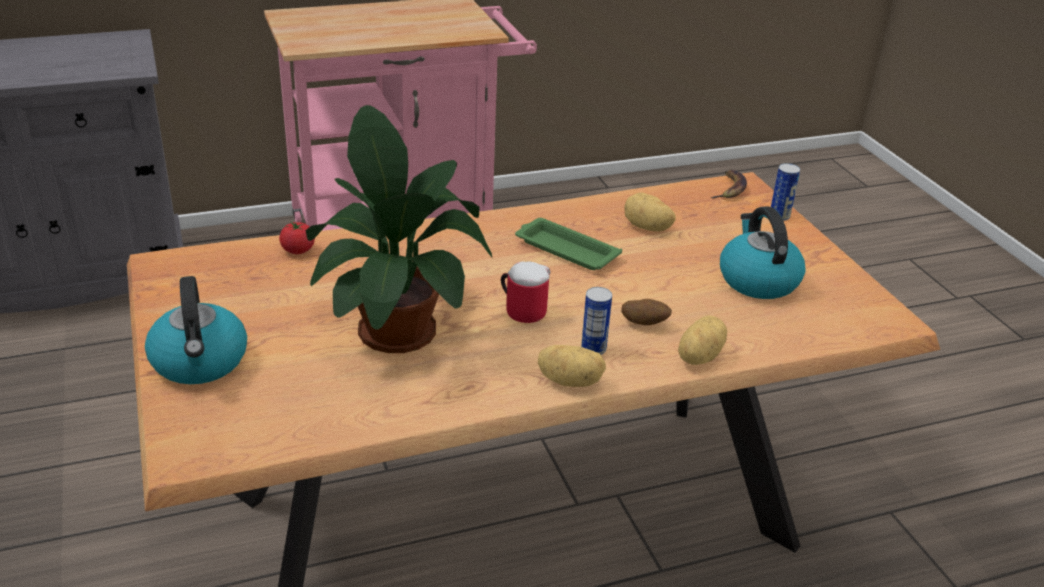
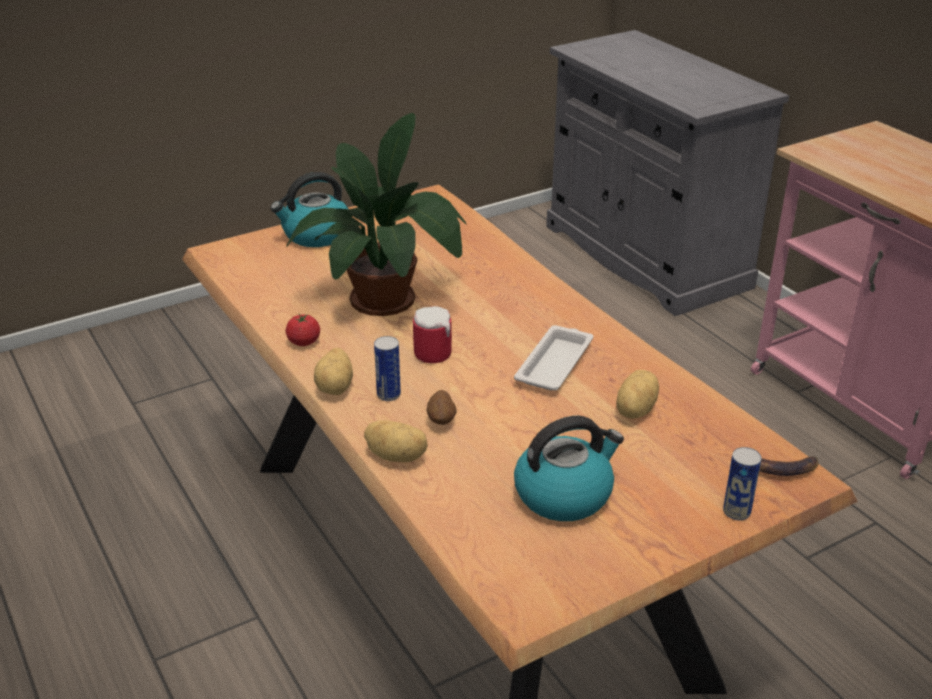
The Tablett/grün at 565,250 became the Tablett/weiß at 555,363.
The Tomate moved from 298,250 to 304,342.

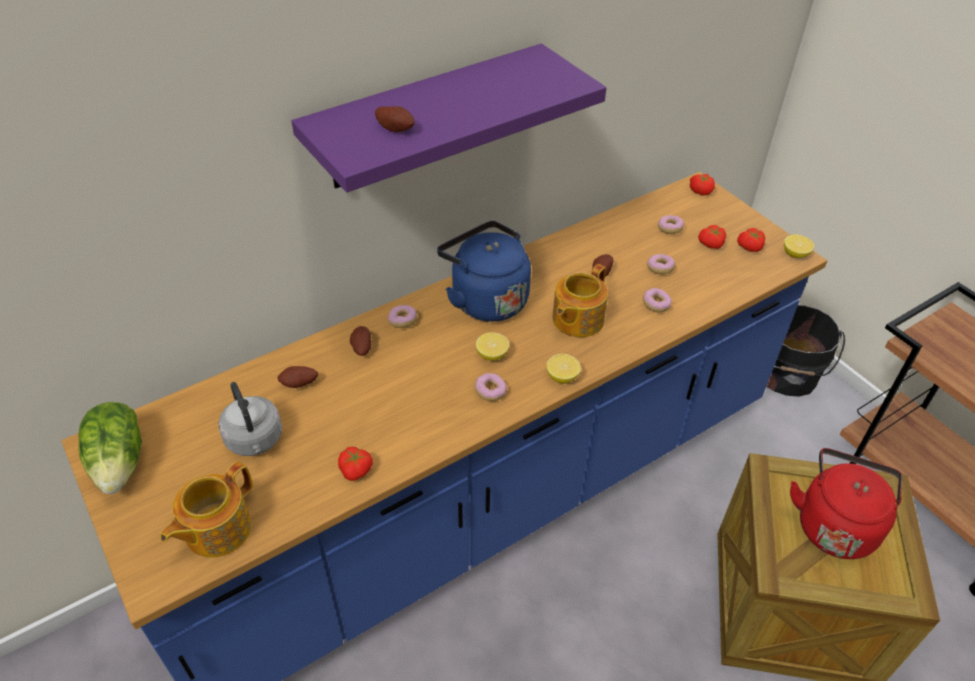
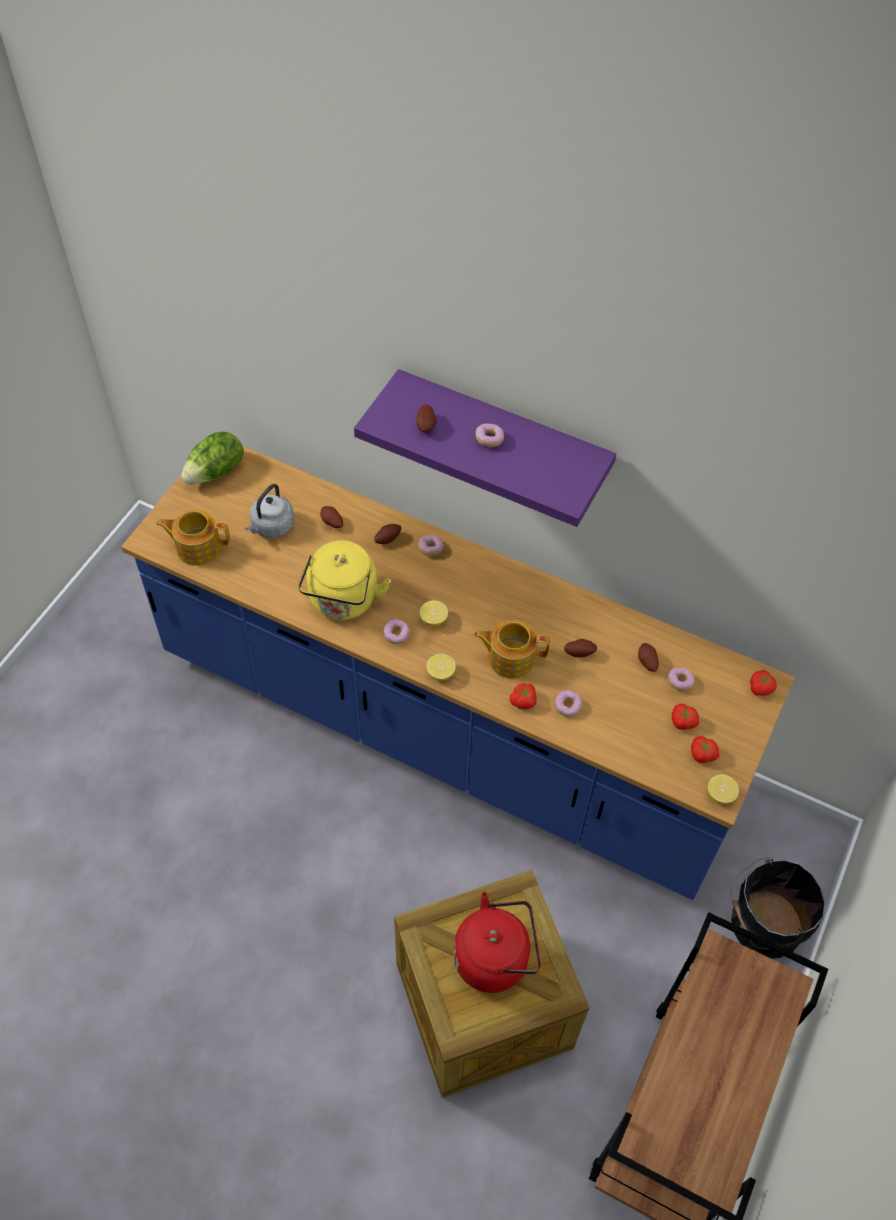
The Wasserkessel/blau at 485,299 disappeared.
The Donut moved from 660,269 to 489,439.
The Tomate moved from 356,469 to 523,701.
The Wasserkessel/gelb at 343,602 appeared.
The Kartoffel at 646,662 appeared.

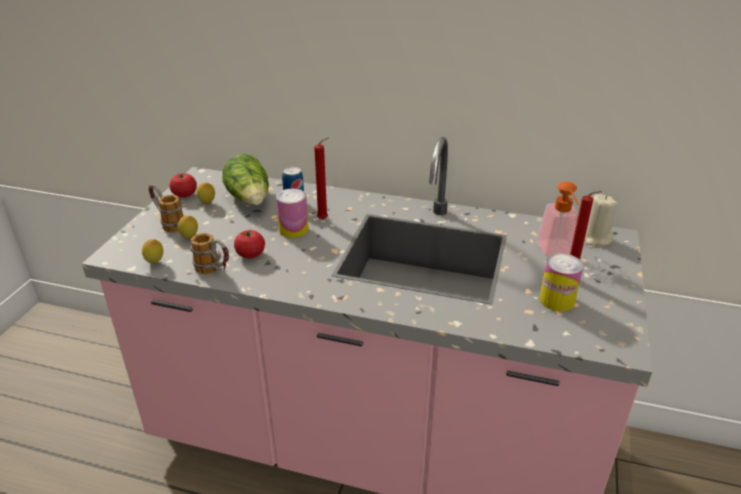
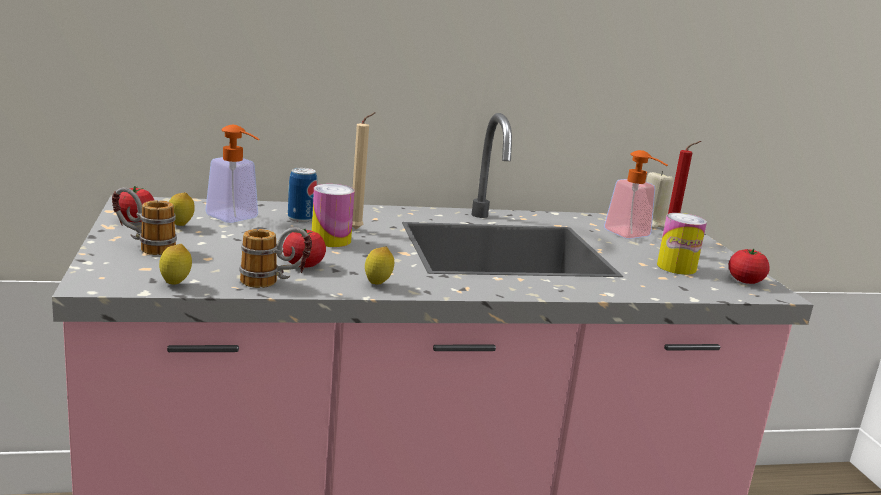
The Kerze/rot at 324,219 became the Kerze/beige at 358,229.
The Salatkopf at 250,199 was replaced by the Seifenspender at 237,219.
The Zitrone moved from 190,238 to 378,284.
The Tomate at 745,281 appeared.

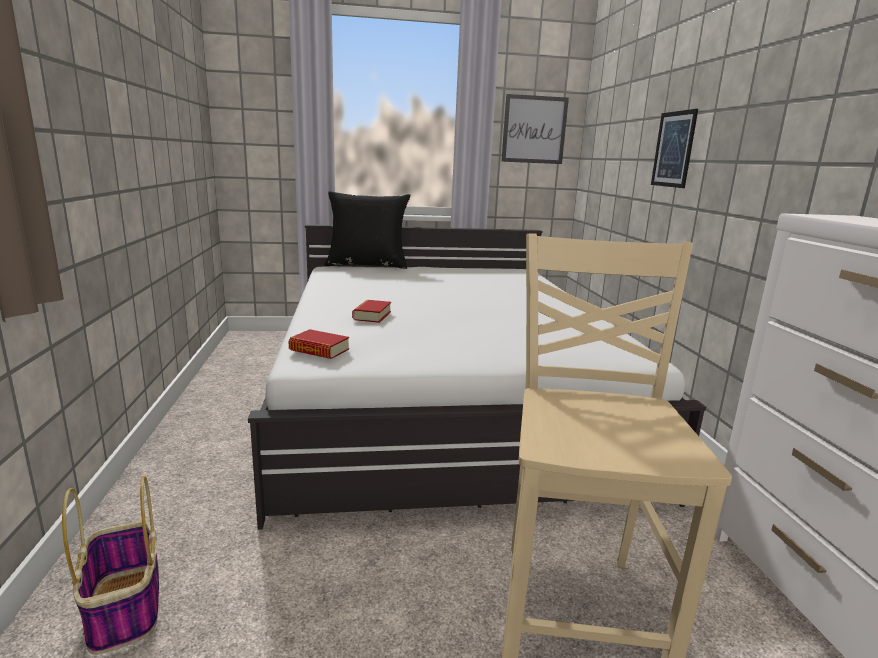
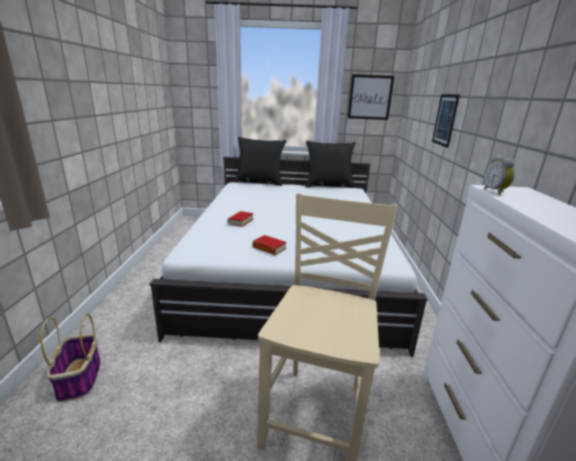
The Buch moved from 319,350 to 269,248.
The Kissen/schwarz at 328,185 appeared.
The Wecker at 495,192 appeared.

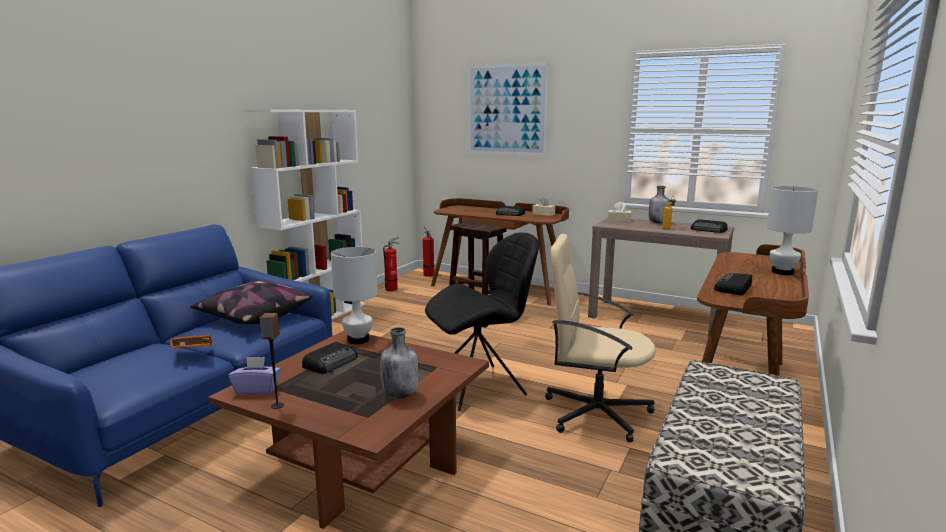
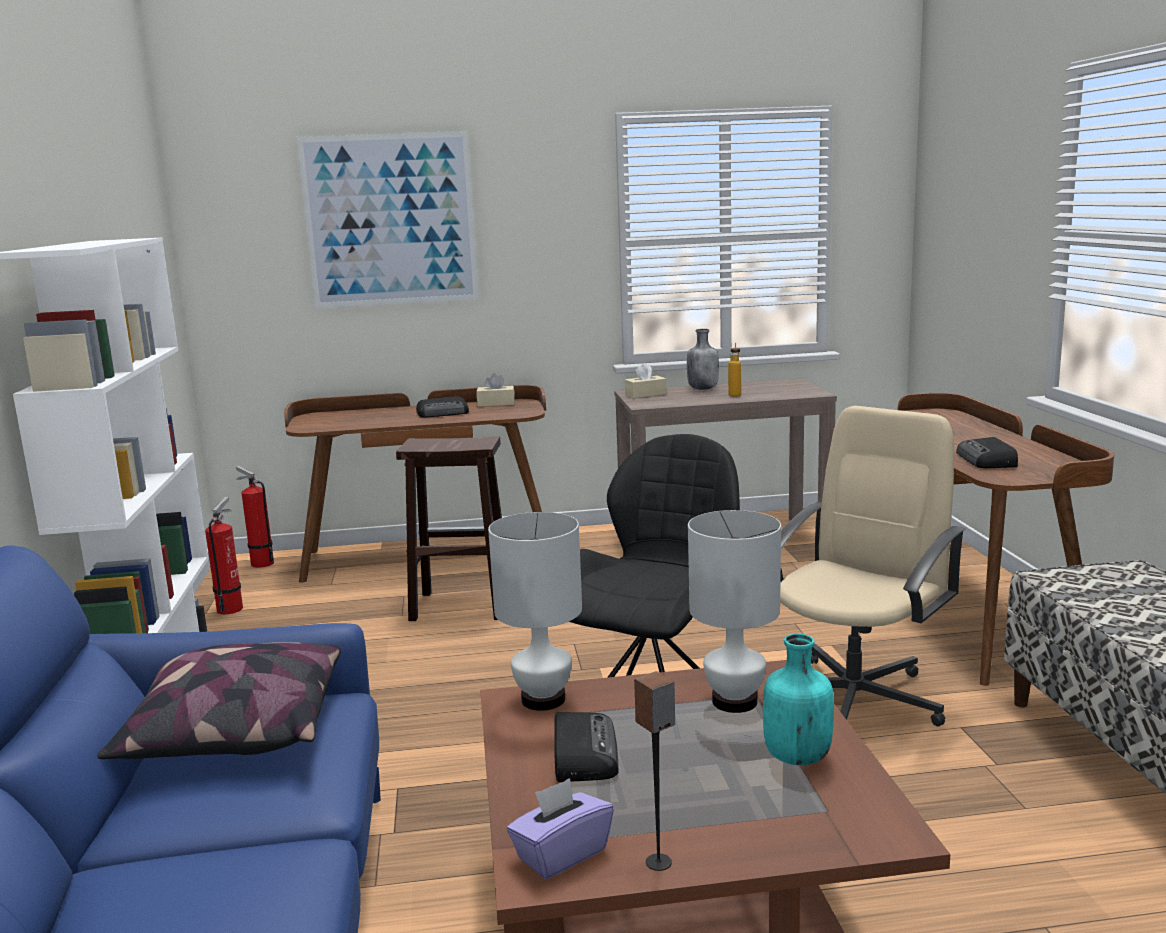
The Tischlampe/weiß moved from 782,272 to 735,702.
The Radio at 709,230 disappeared.
The Bürostuhl/beige at 595,413 turned 150 degrees clockwise.
The Flasche/grau at 400,394 became the Flasche/türkis at 796,757.
The Buch/orange at 193,355 disappeared.

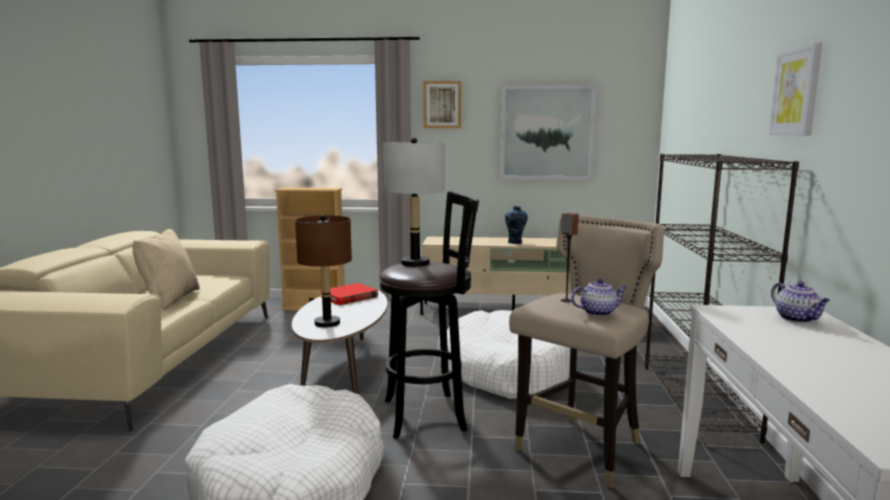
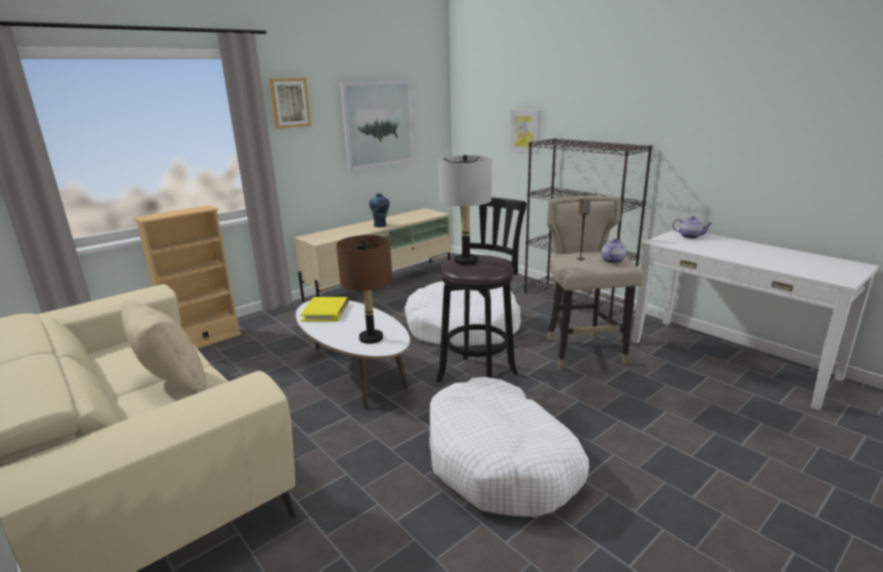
The Bild moved from 796,92 to 525,131.
The Buch/rot at 349,297 became the Buch/gelb at 326,312.

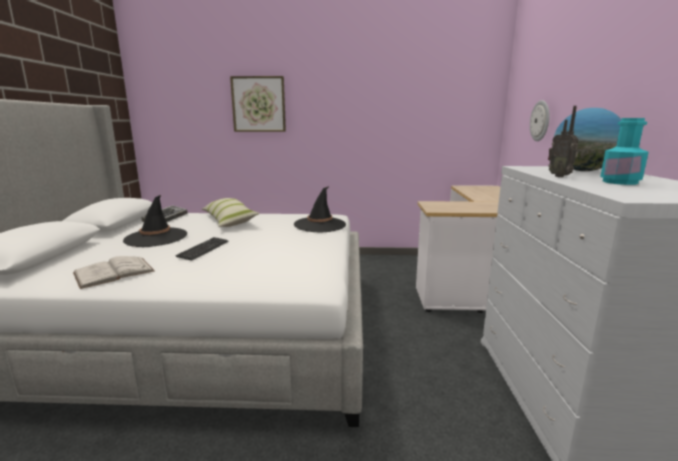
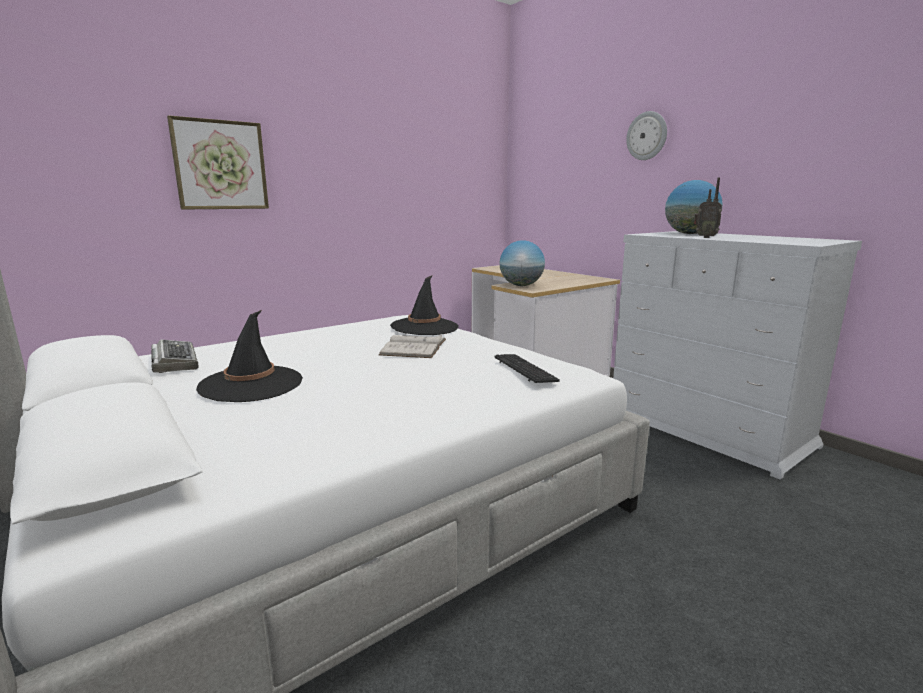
The Wanduhr moved from 540,121 to 647,136.
The Flasche/türkis at 620,182 disappeared.
The Kissen at 229,220 disappeared.
The Tastatur moved from 203,249 to 524,370.
The Buch/weiß moved from 114,272 to 414,347.
The Globus at 521,285 appeared.

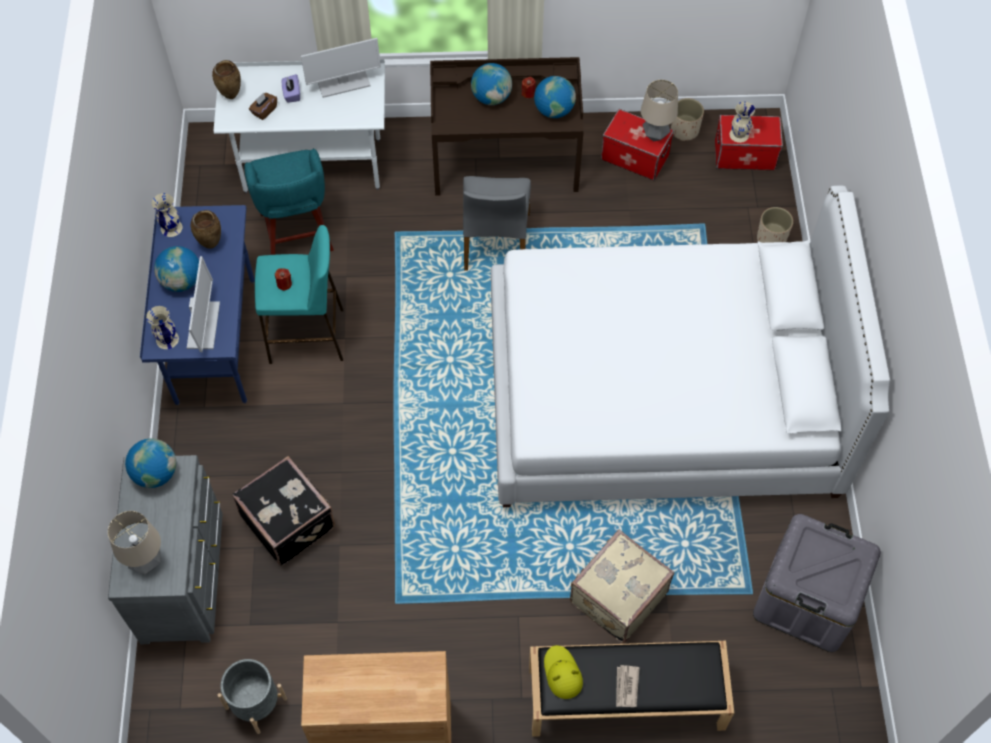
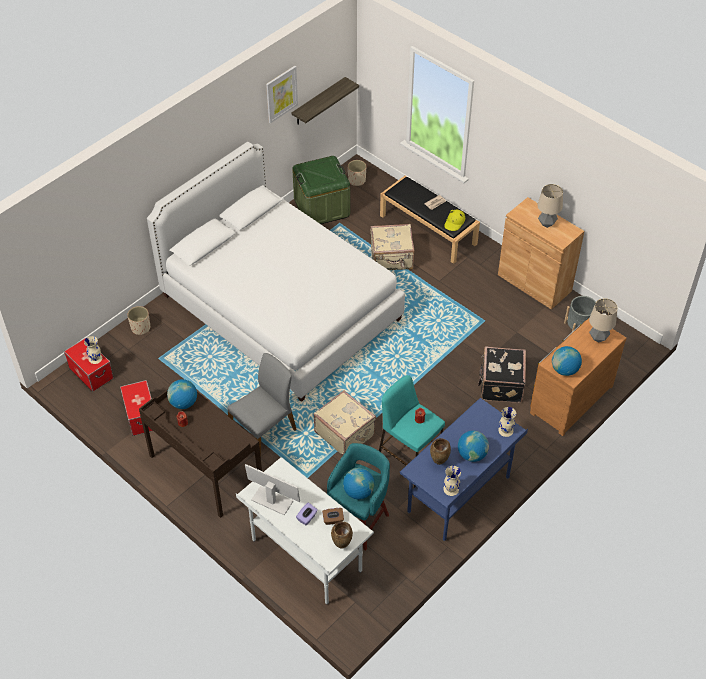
The Globus moved from 491,97 to 358,492.
The Tischlampe moved from 655,135 to 546,223.
The Pflanzkübel/beige moved from 684,130 to 357,180.
The Monitor at 204,326 disappeared.
The Kommode/grau at 185,574 became the Kommode/braun at 569,398.
The Aufbewahrungsbox/grau at 807,599 became the Aufbewahrungsbox/grün at 321,207.
The Bild at 281,94 appeared.
The Wandregal at 318,102 appeared.
The Koffer/beige at 345,433 appeared.

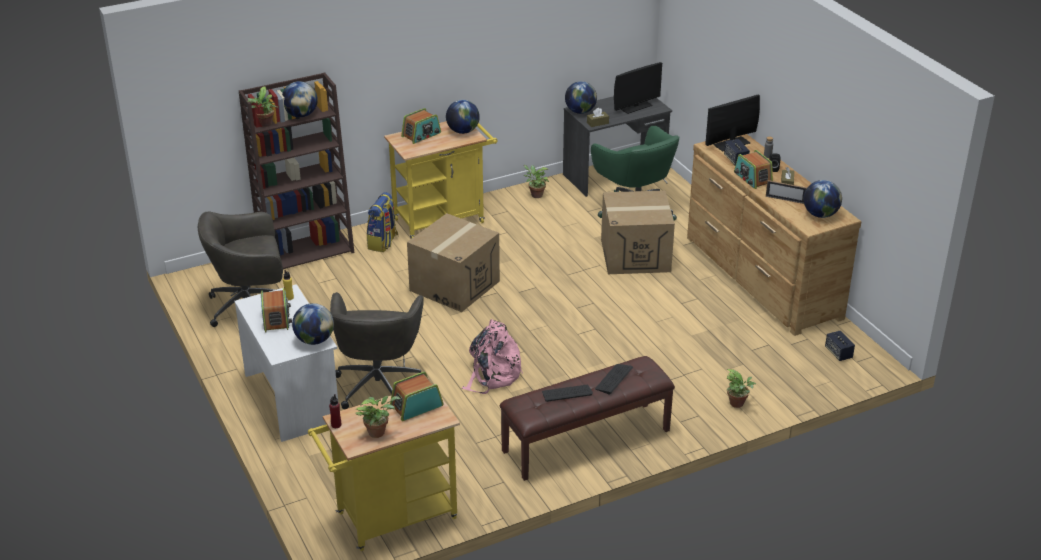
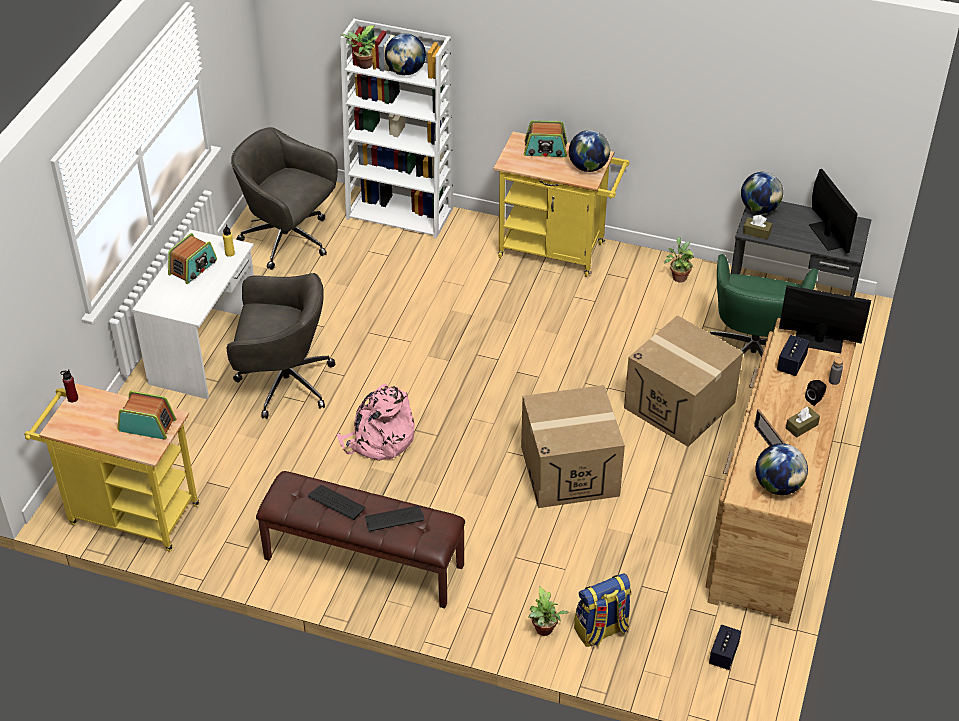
The Monitor at 635,106 turned 120 degrees counterclockwise.
The Bücherregal/braun at 307,251 became the Bücherregal/weiß at 401,213.
The Radio at 752,178 disappeared.
The Rucksack moved from 383,243 to 601,630.
The Karton moved from 454,285 to 570,471.
The Bürostuhl/grau at 379,384 turned 135 degrees counterclockwise.
The Globus at 314,340 disappeared.
The Topfpflanze at 378,431 disappeared.

